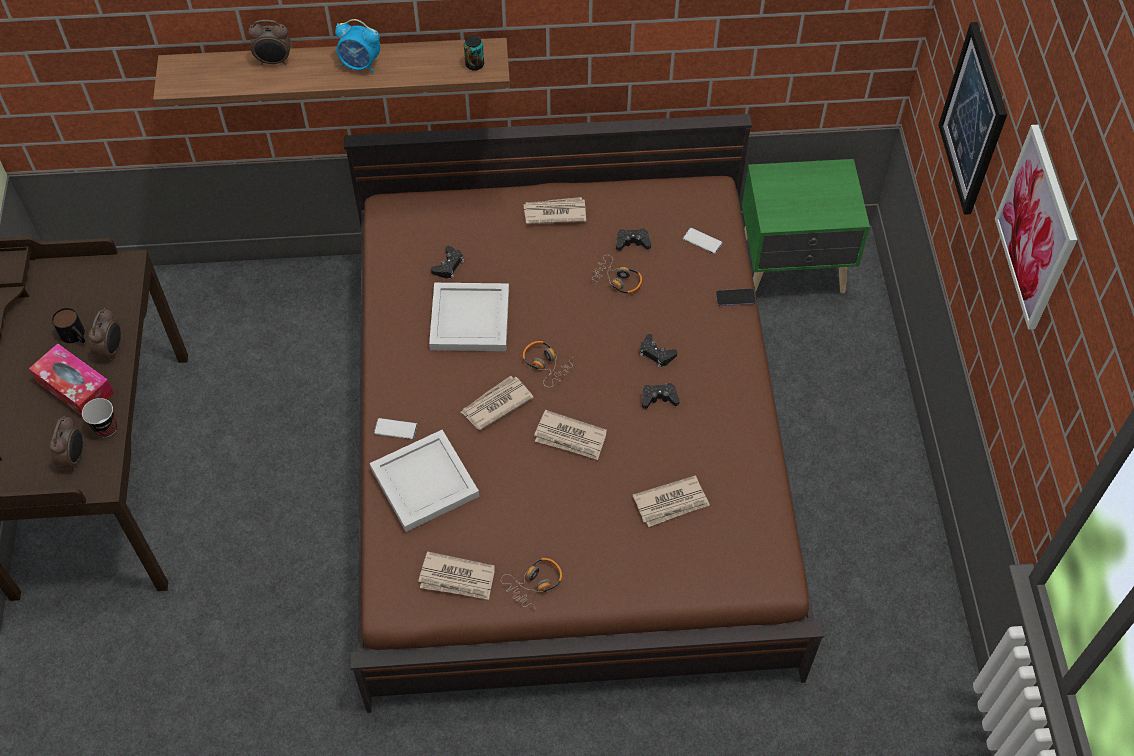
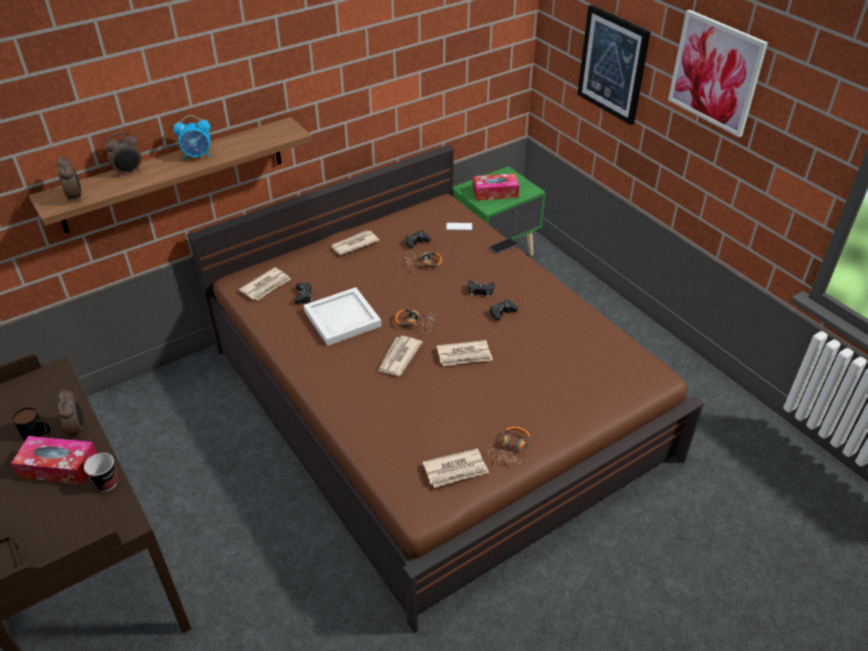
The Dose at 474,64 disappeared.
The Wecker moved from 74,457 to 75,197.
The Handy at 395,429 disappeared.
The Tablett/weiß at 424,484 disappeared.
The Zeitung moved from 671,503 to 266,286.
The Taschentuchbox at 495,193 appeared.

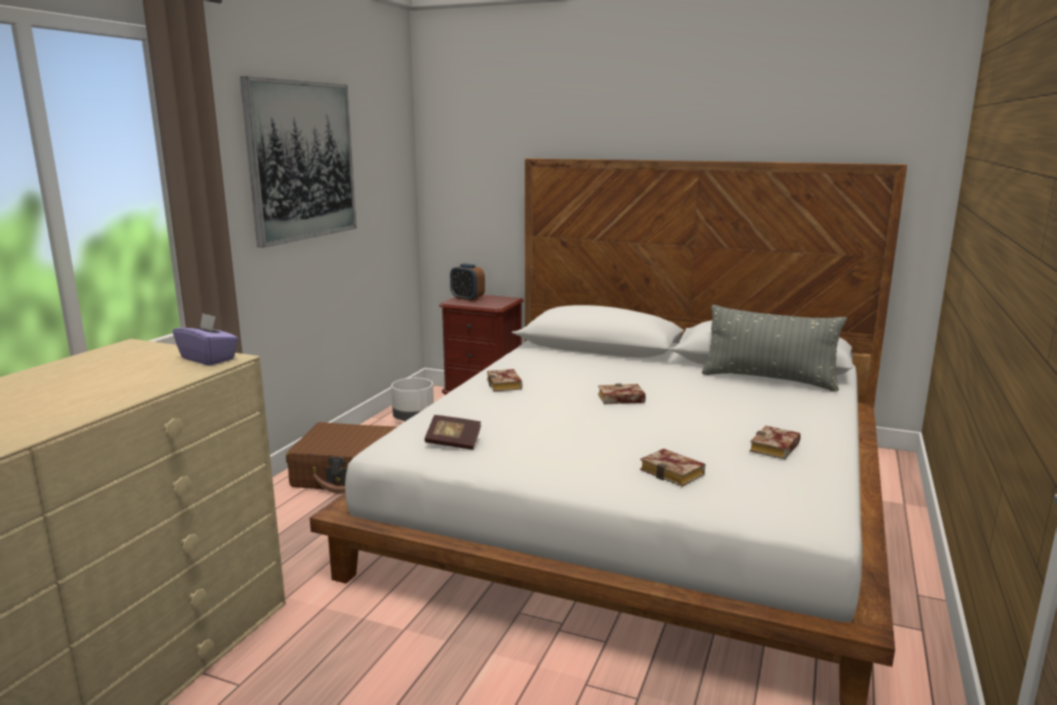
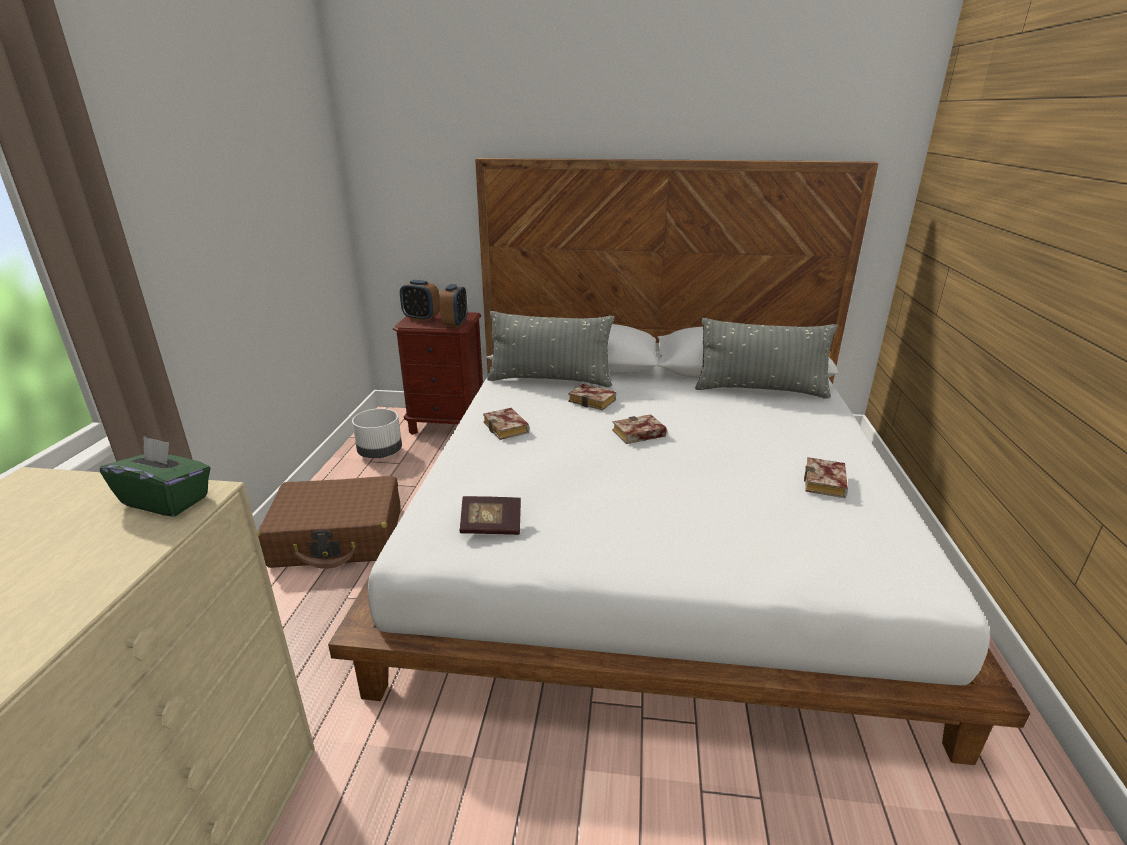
The Bild at 301,161 disappeared.
The Taschentuchbox/lila at 208,359 became the Taschentuchbox/grün at 167,500.
The Buch moved from 675,473 to 594,401.
The Wecker at 455,324 appeared.
The Kissen/grau at 550,380 appeared.

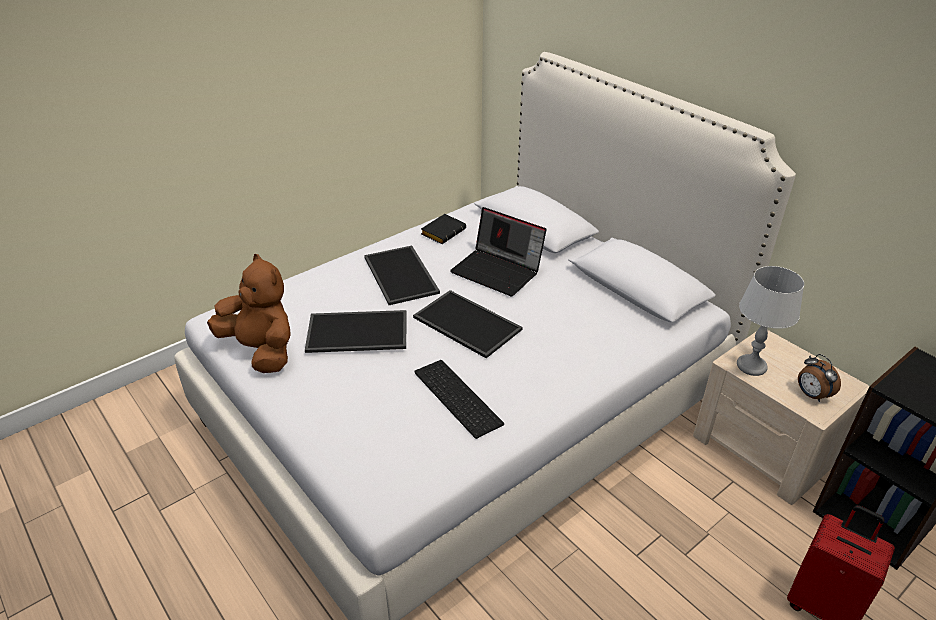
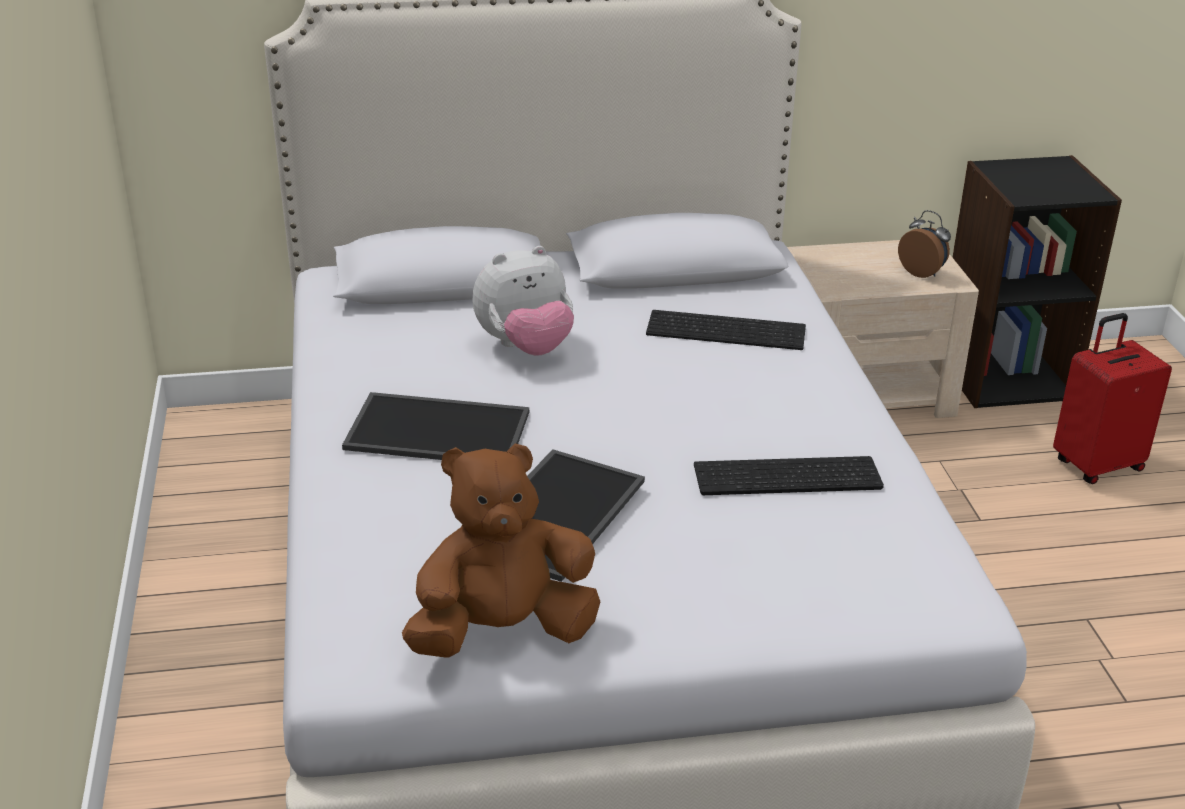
The Laptop at 498,271 was replaced by the Plüschtier at 525,347.
The Buch/schwarz at 443,232 disappeared.
The Tischlampe/grau at 752,366 disappeared.
The Tablett at 465,324 disappeared.
The Wecker at 811,395 turned 135 degrees counterclockwise.
The Tastatur at 728,329 appeared.

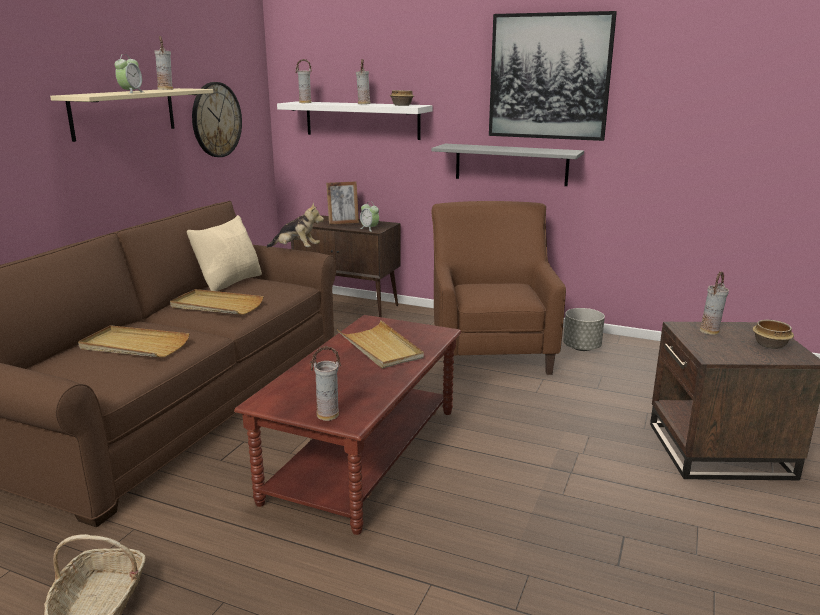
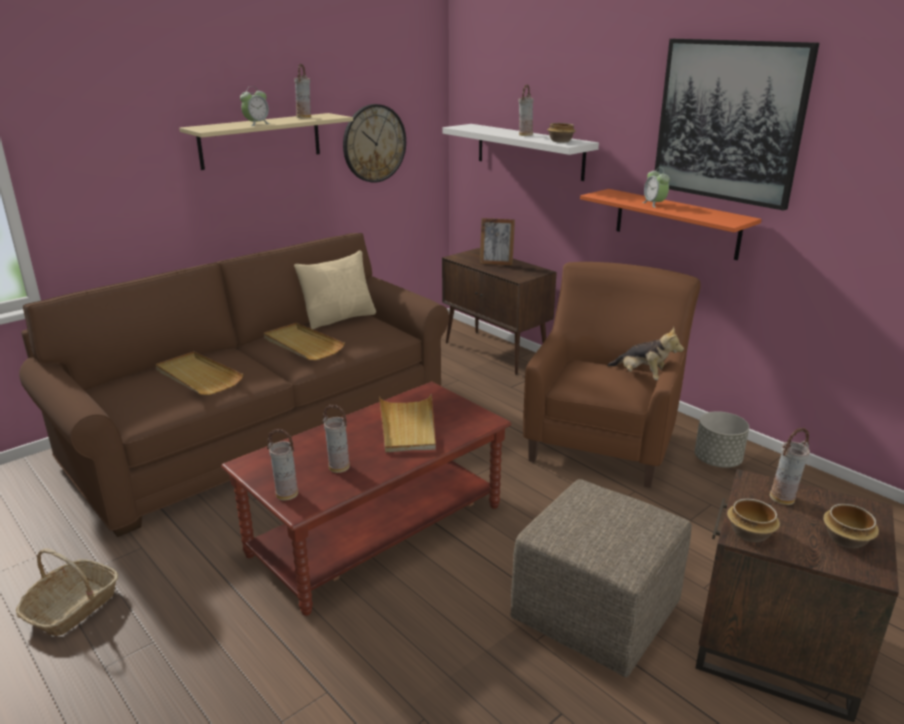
The Vase moved from 305,103 to 338,468.
The Wandregal/grau at 511,164 became the Wandregal/orange at 676,223.
The Wecker moved from 369,229 to 654,204.
The Plüschtier moved from 296,249 to 642,377.
The Polsterhocker/beige at 595,616 appeared.
The Schüssel at 748,533 appeared.

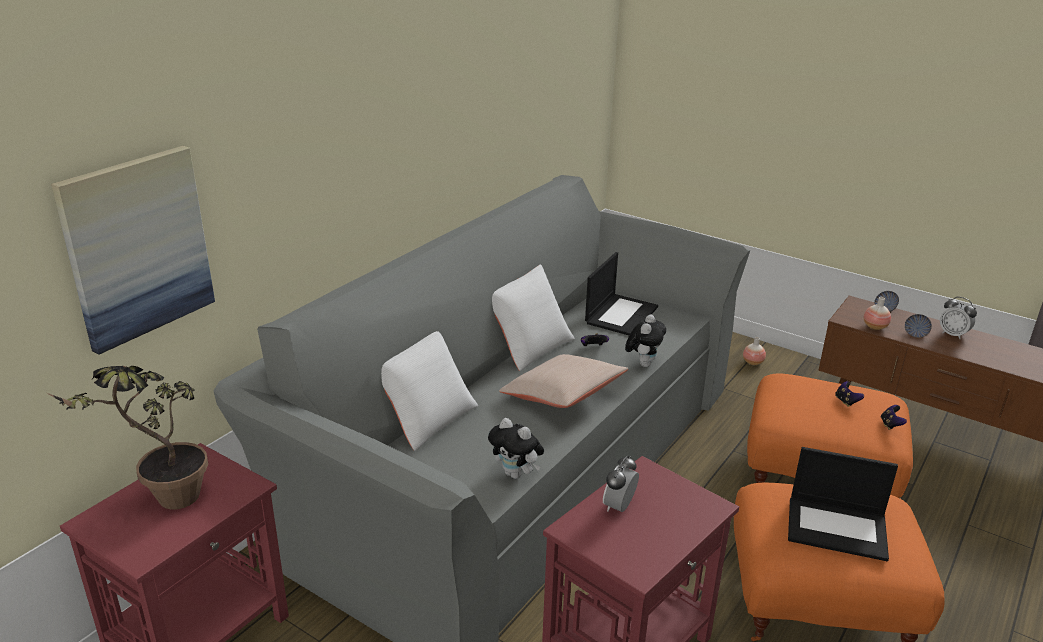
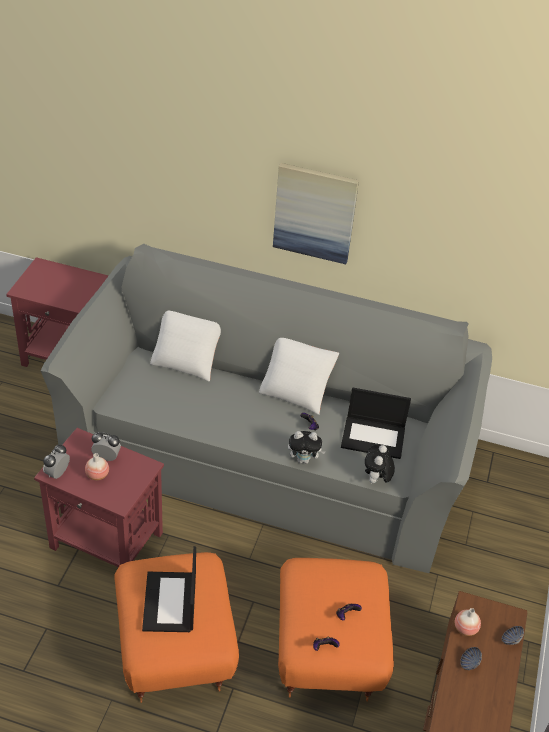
The Bild moved from 137,247 to 315,213.
The Wecker moved from 953,334 to 57,473.
The Vase moved from 752,362 to 97,475.
The Kissen/beige at 562,396 disappeared.
The Topfpflanze at 164,503 disappeared.
The Plüschtier moved from 516,474 to 376,480.

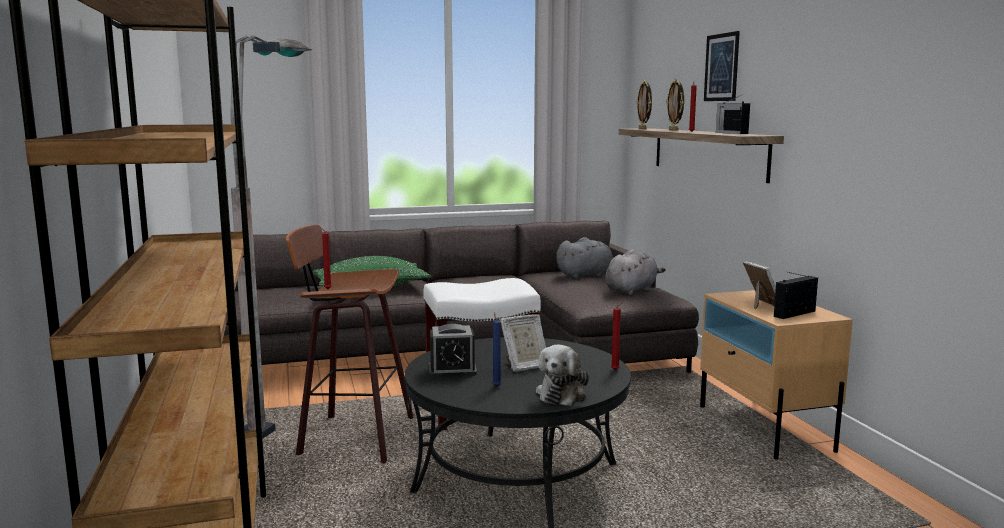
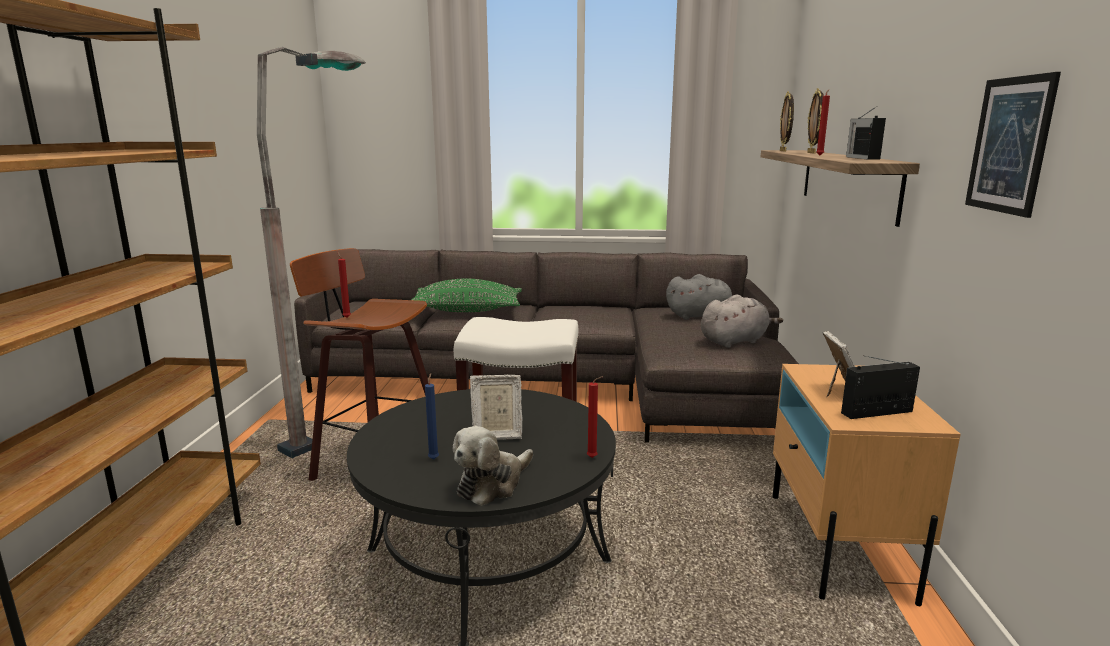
The Bild moved from 721,67 to 1009,145.
The Wecker at 452,370 disappeared.

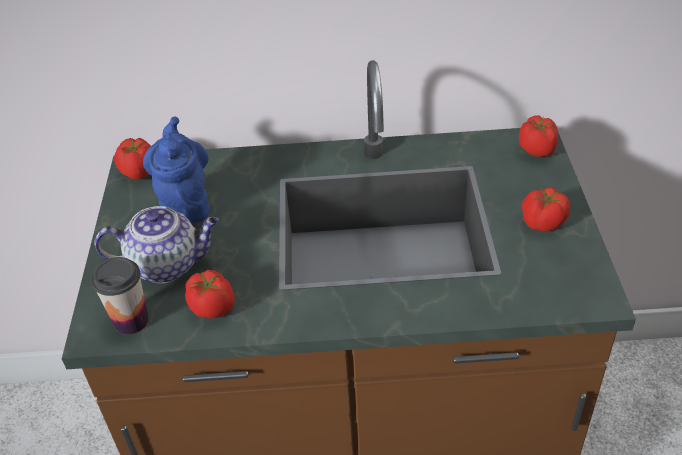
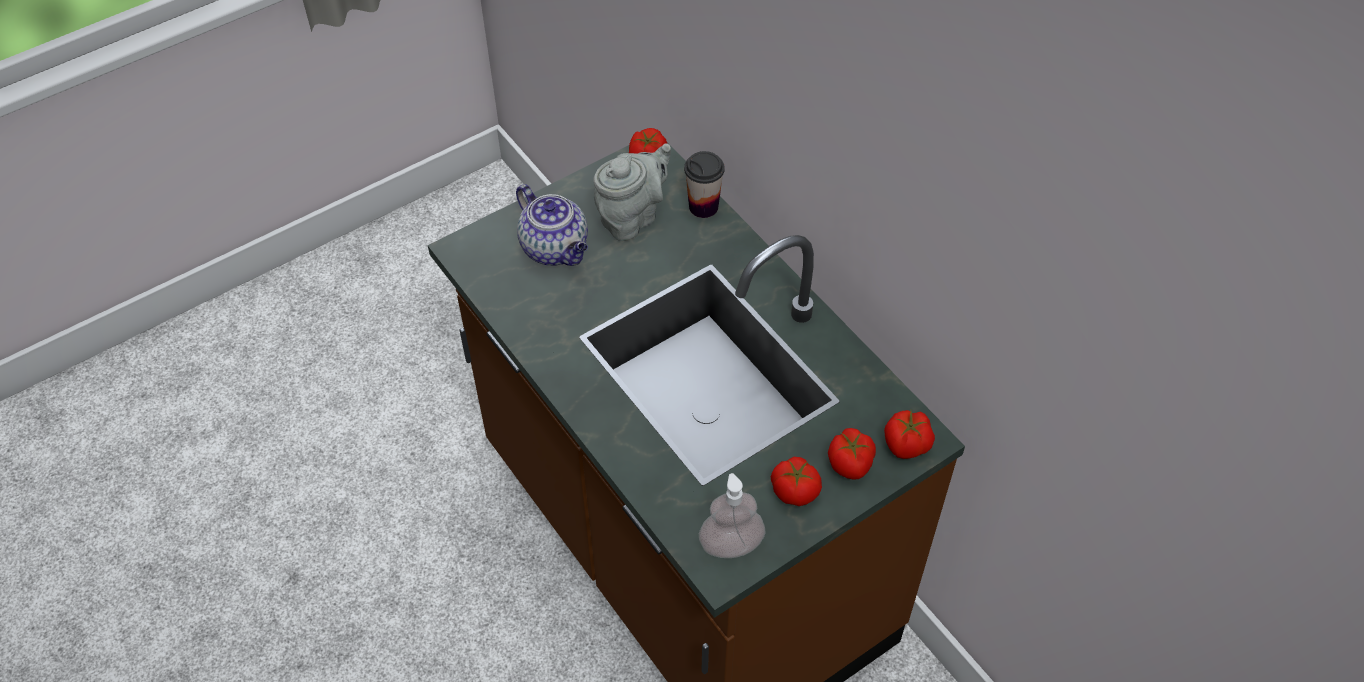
The Teekanne/blau at 185,203 became the Teekanne/grau at 632,217.
The Tasse moved from 131,321 to 703,207.
The Tomate moved from 213,307 to 850,464.
The Seifenspender at 731,545 appeared.

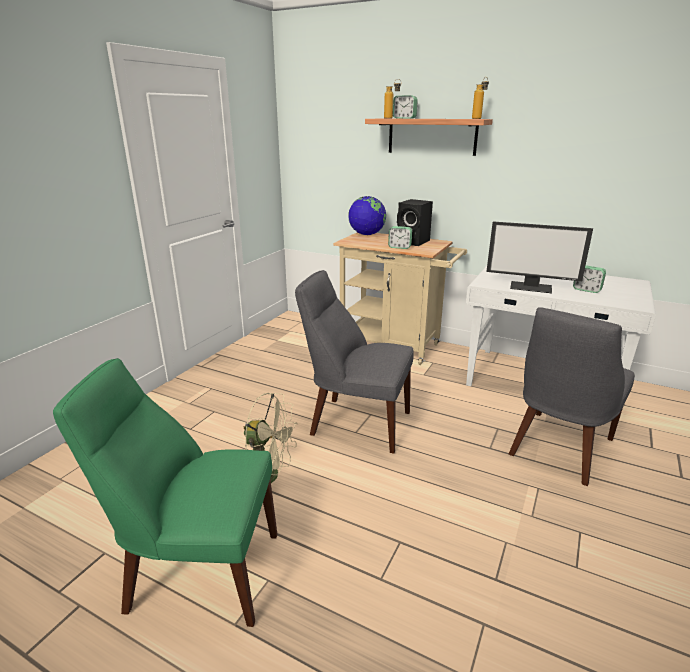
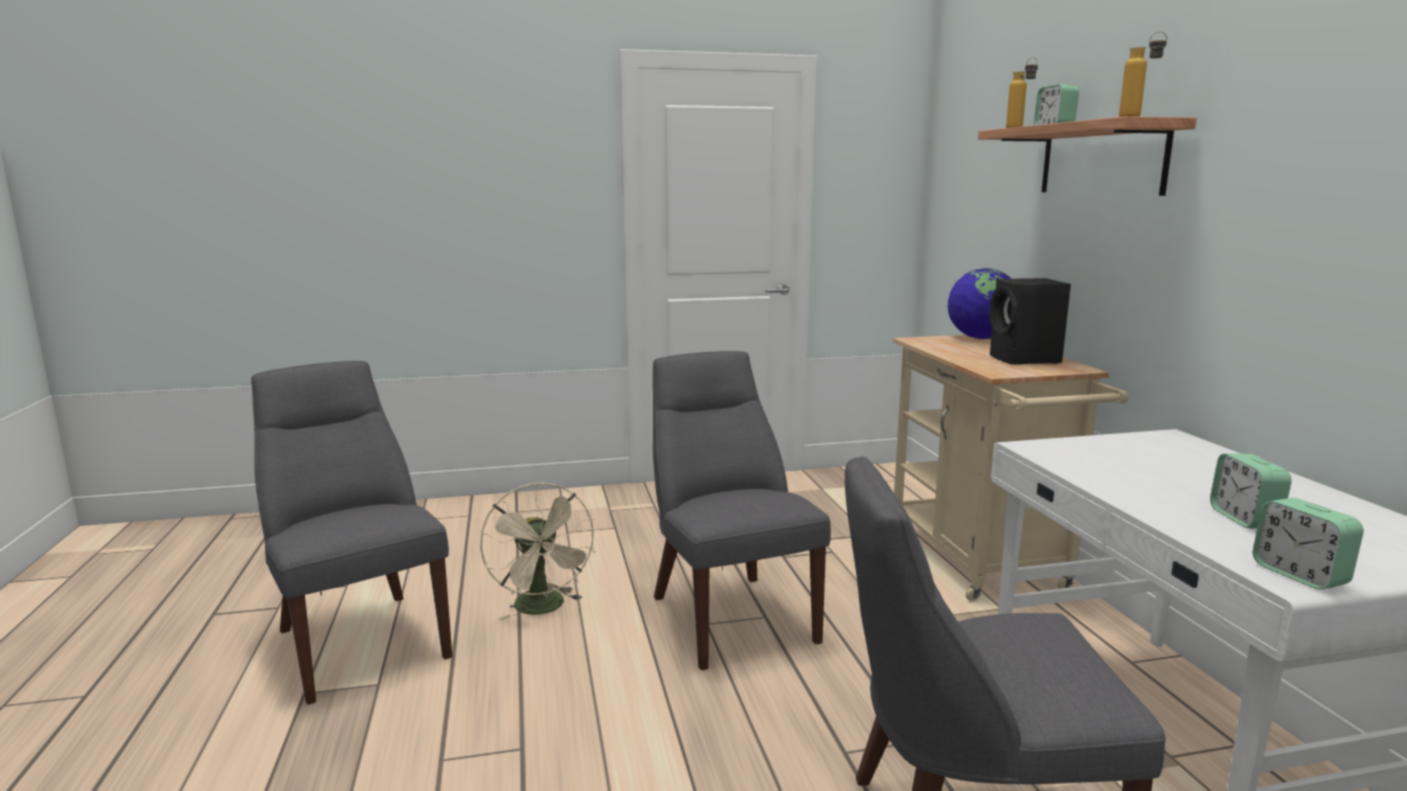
The Monitor at 531,287 disappeared.
The Wecker moved from 399,247 to 1299,575.
The Stuhl/grün at 198,571 became the Stuhl/grau at 359,639.

